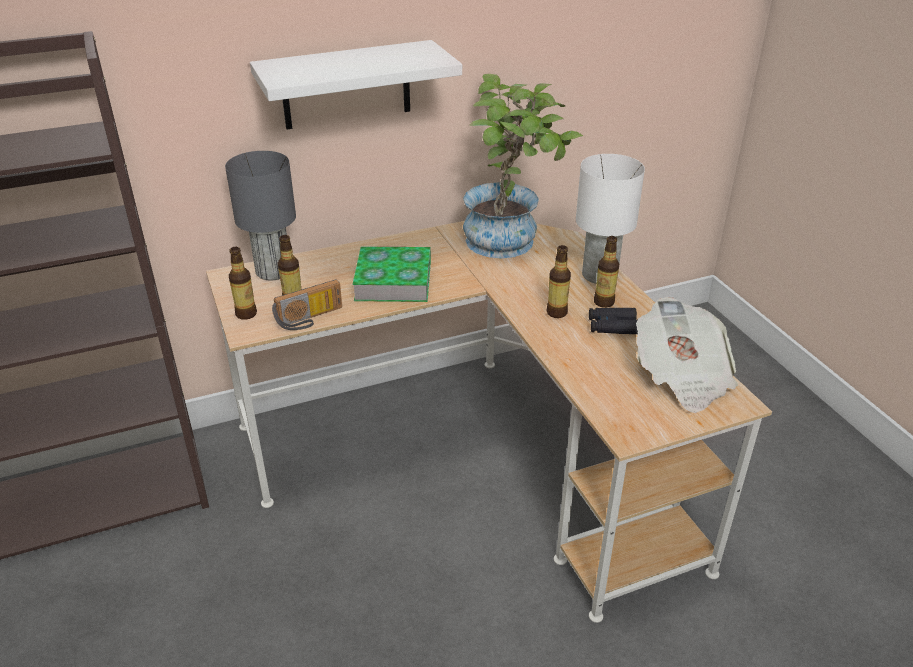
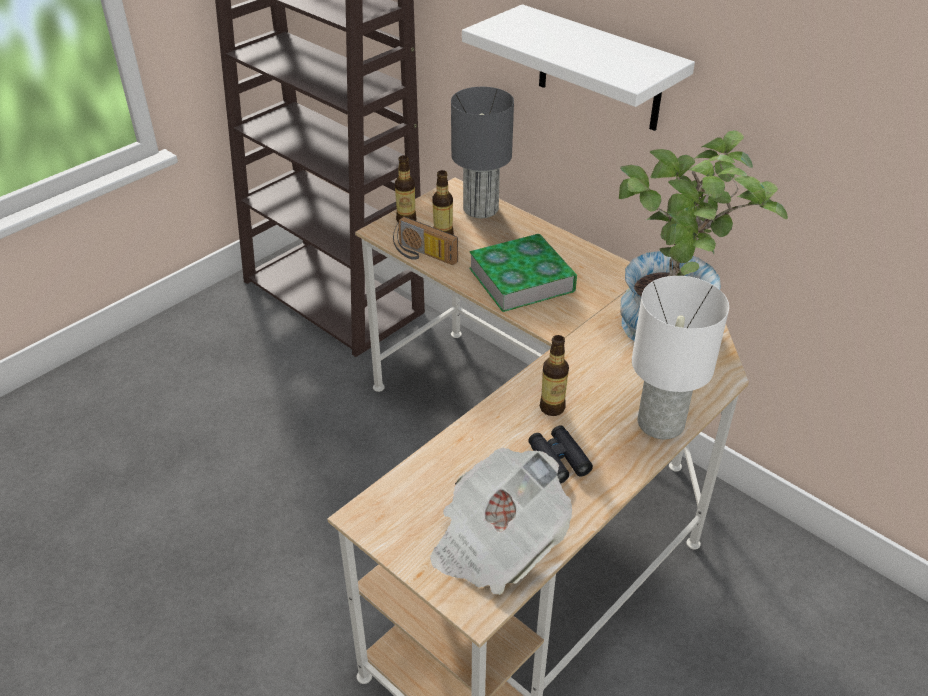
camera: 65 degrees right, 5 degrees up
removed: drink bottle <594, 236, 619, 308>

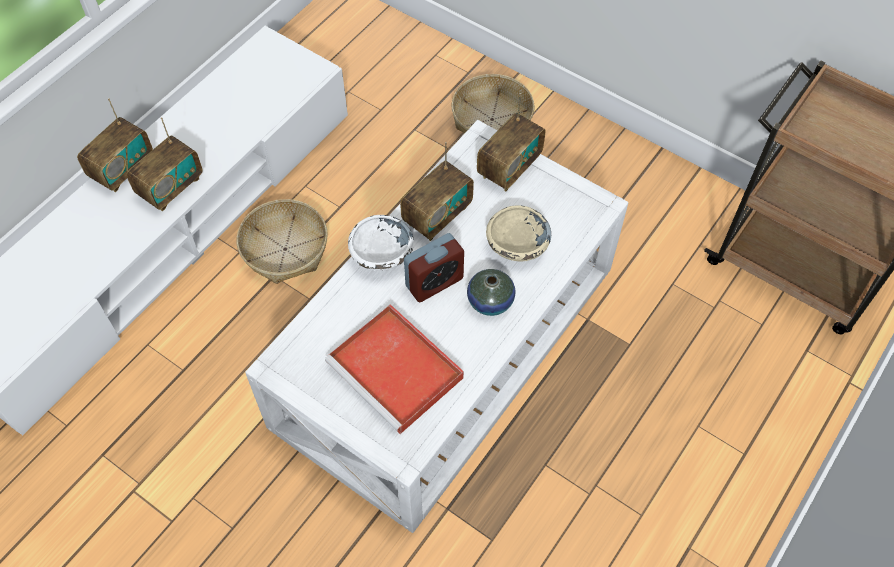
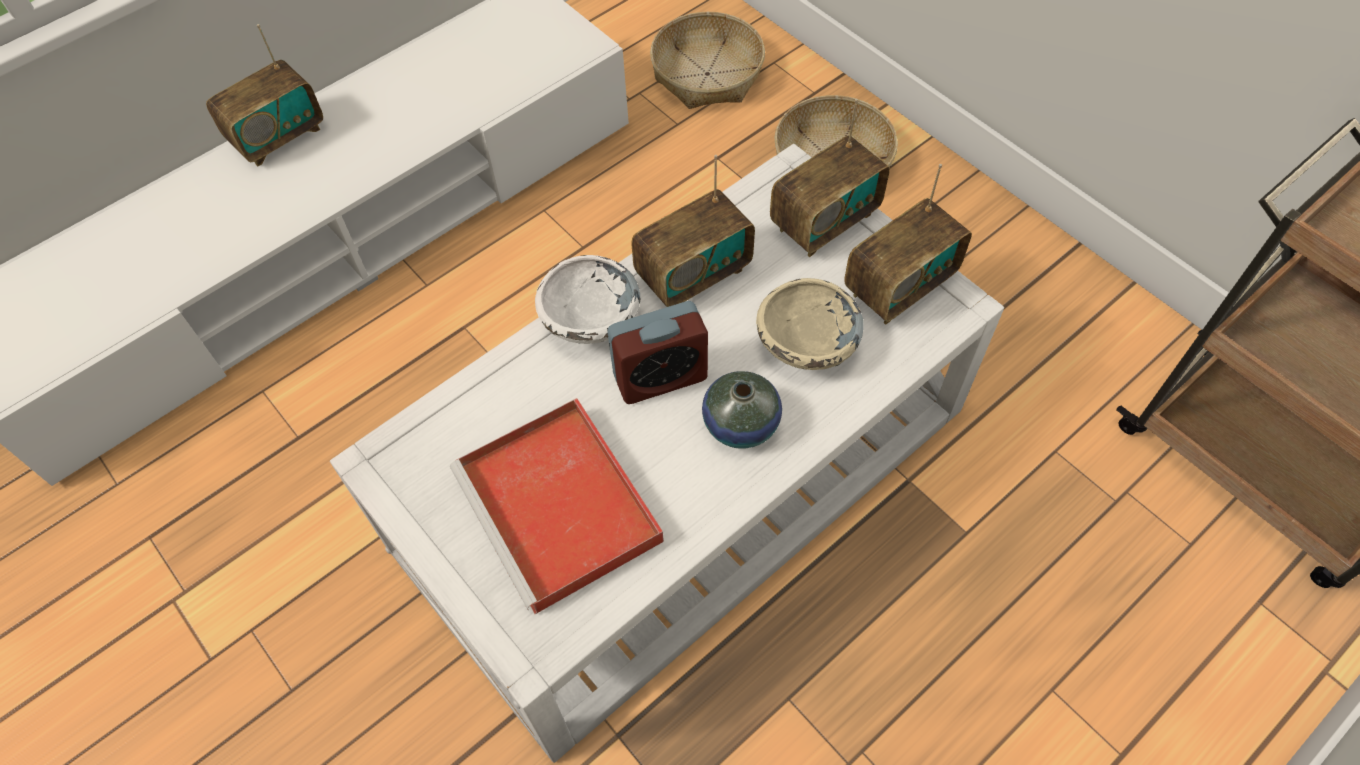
camera: 15 degrees right, 0 degrees up
moved: radio set <127, 117, 203, 212> to <845, 164, 972, 325>; basket <237, 199, 328, 284> to <650, 12, 765, 109>

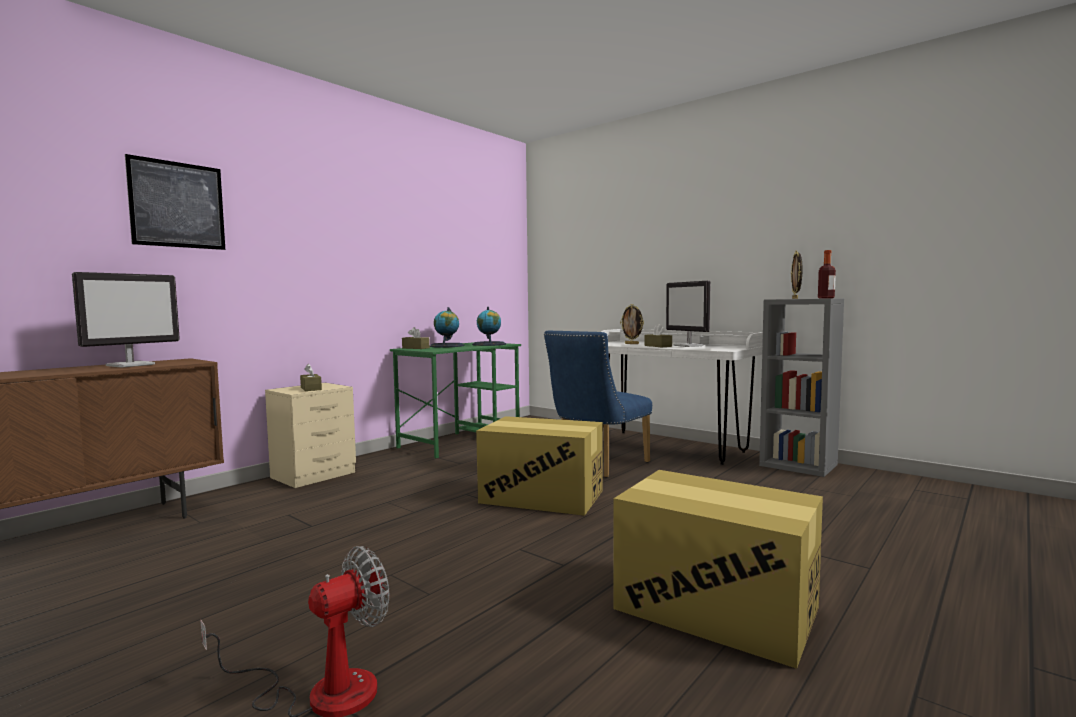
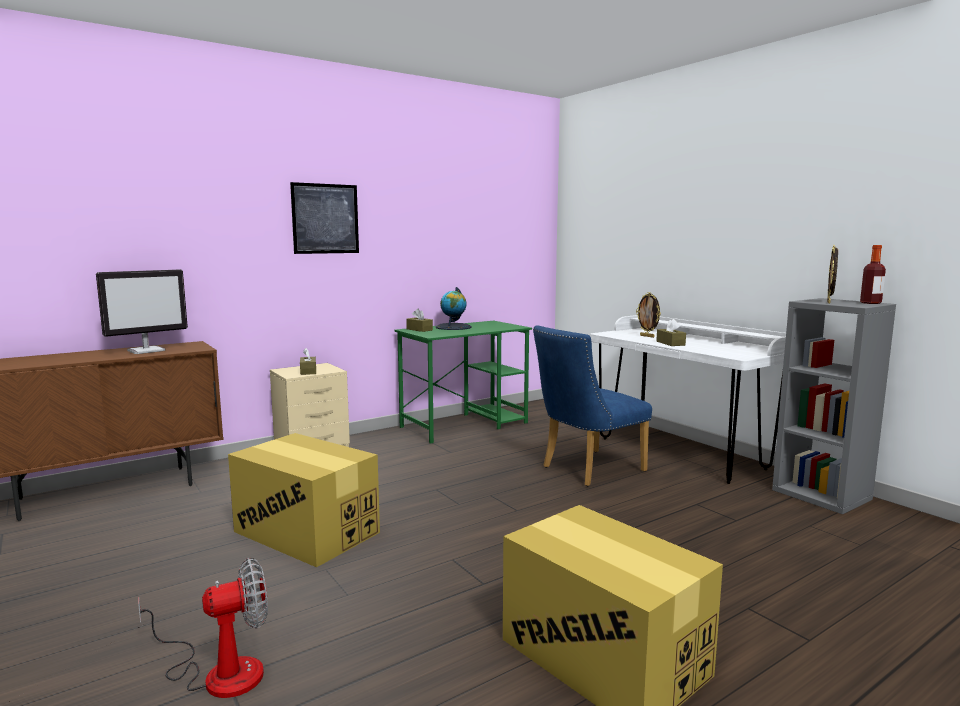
camera: 15 degrees right, 5 degrees up
removed: globe <472, 307, 506, 346>; computer screen <666, 281, 711, 347>
moved: wall art <125, 154, 225, 250> to <290, 182, 359, 254>; carton <476, 416, 603, 516> to <228, 433, 380, 567>

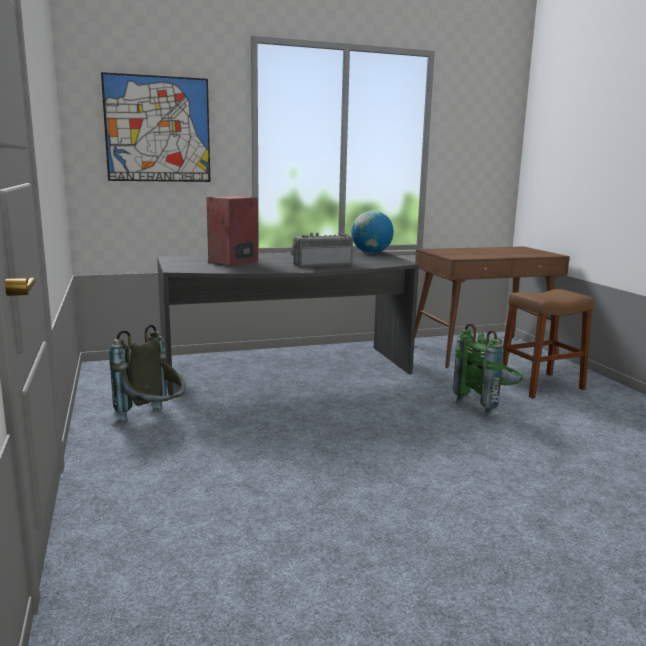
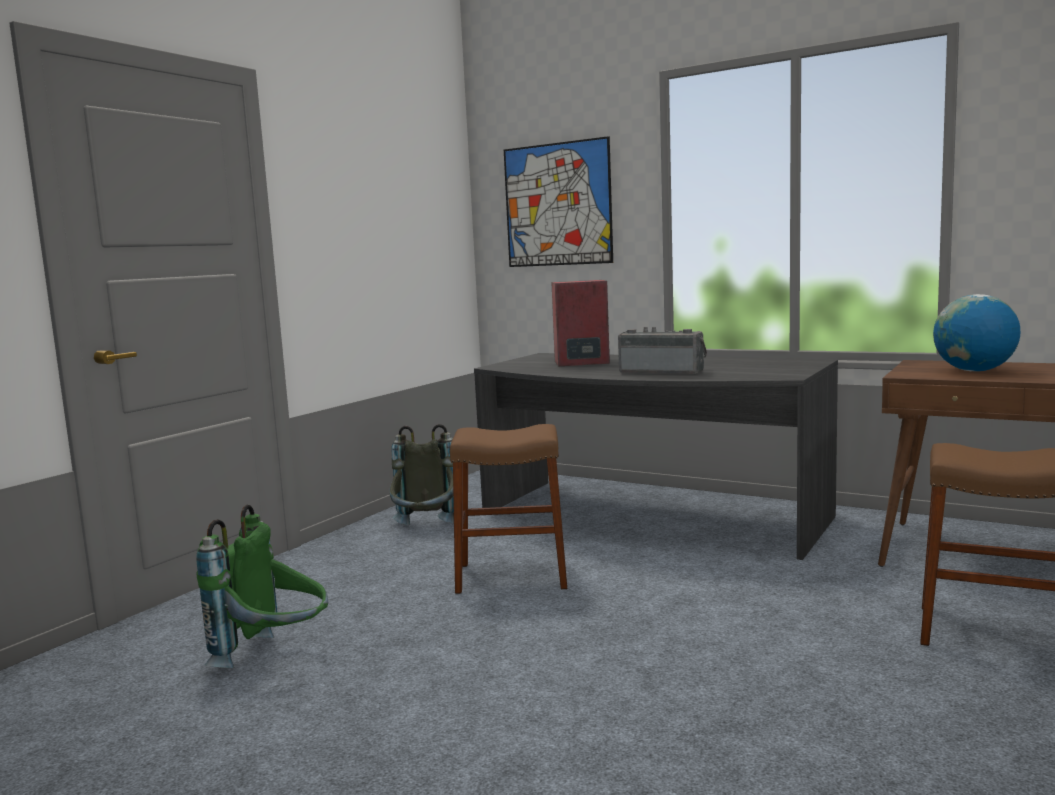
camera: 50 degrees right, 5 degrees down
added: sitting stool in brownish <450, 424, 567, 594>
moved: globe <351, 211, 394, 253> to <933, 294, 1020, 372>; backpack in greenish <453, 323, 523, 417> to <196, 505, 328, 668>

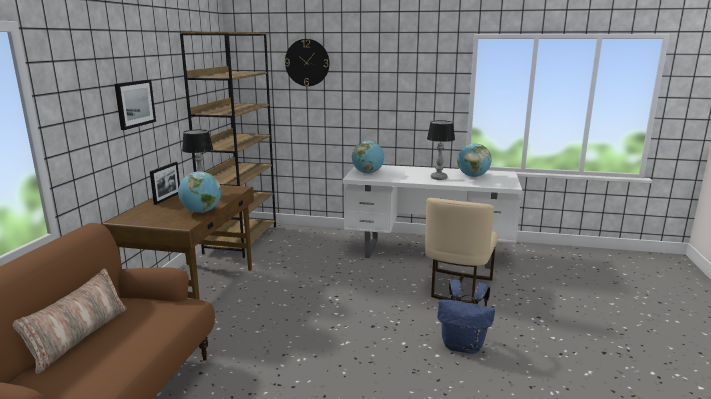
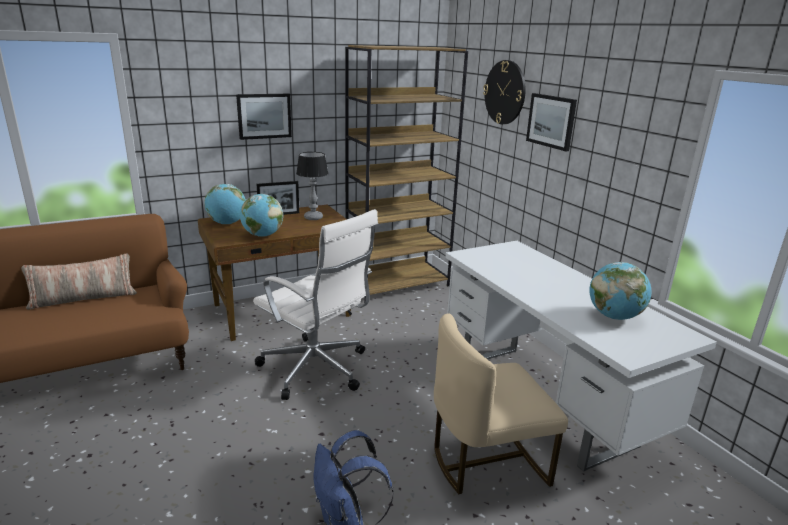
camera: 50 degrees right, 5 degrees up
removed: table lamp <427, 120, 455, 180>
added: computer chair in white <253, 209, 378, 400>; wall art <526, 93, 577, 151>
moved: globe <352, 141, 384, 174> to <204, 184, 246, 224>

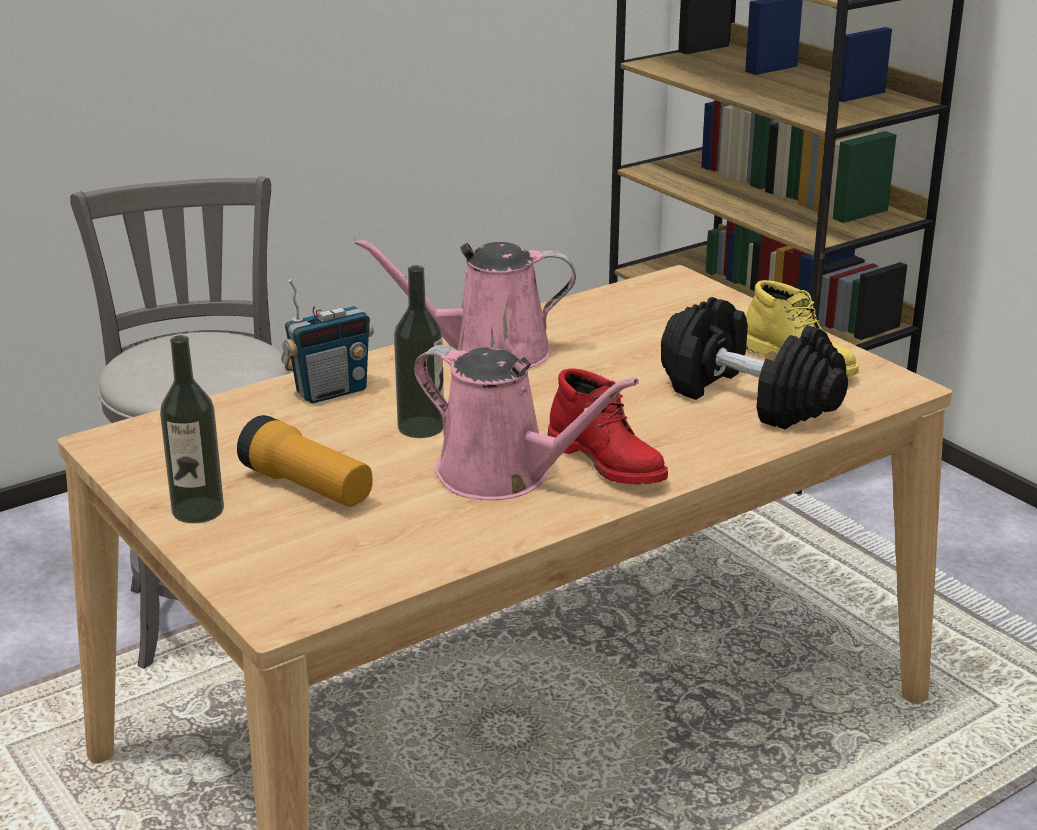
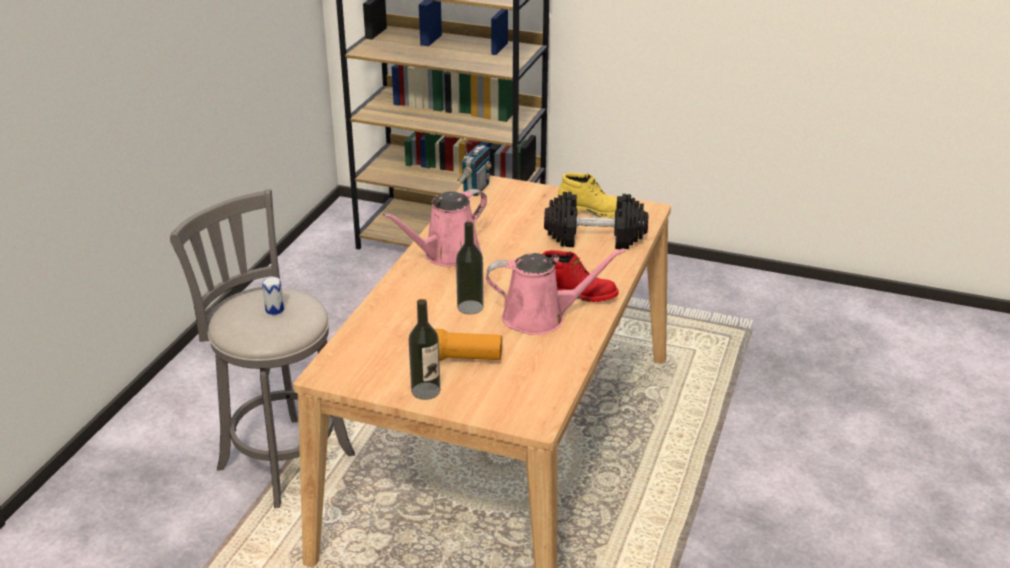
camera: 35 degrees left, 5 degrees up
added: sealed can <262, 277, 284, 315>
moved: radio set <281, 279, 374, 404> to <458, 138, 492, 196>

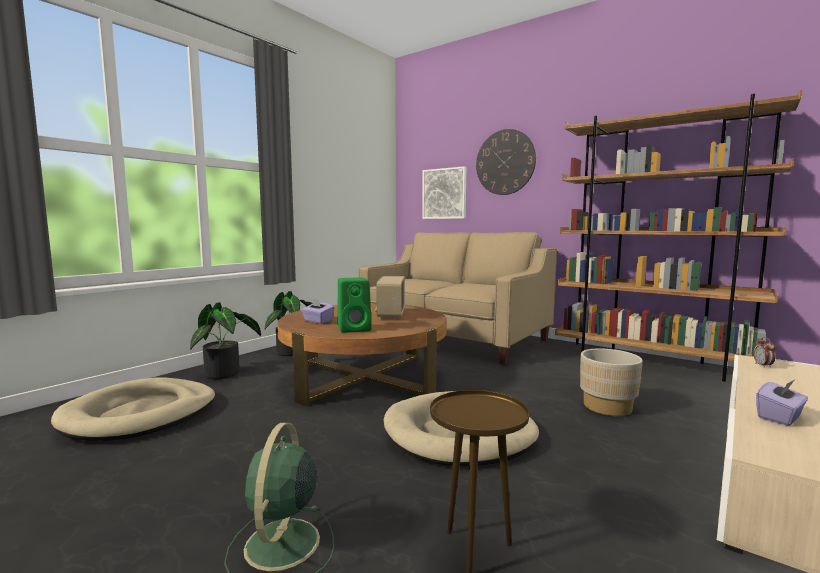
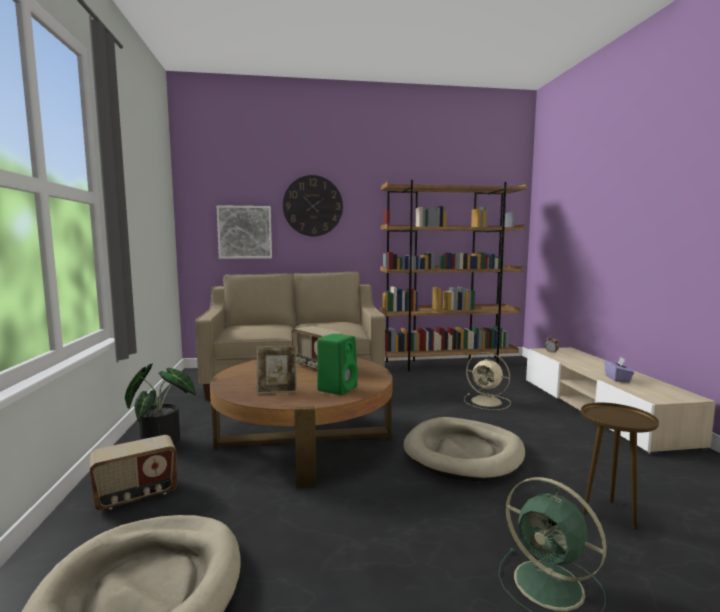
camera: 45 degrees left, 0 degrees up
replaced: plant in a pot <190, 302, 261, 379> to radio set <89, 435, 177, 510>; tissue holder in purplish <301, 298, 335, 324> to picture frame <256, 346, 297, 394>; plant pot in beige-coloured <580, 348, 643, 416> to fan in beige-coloured <464, 352, 511, 410>

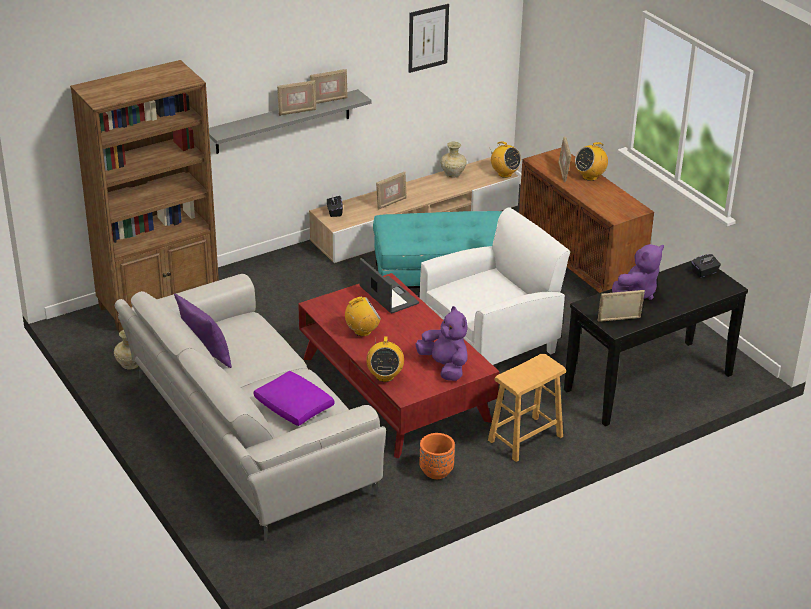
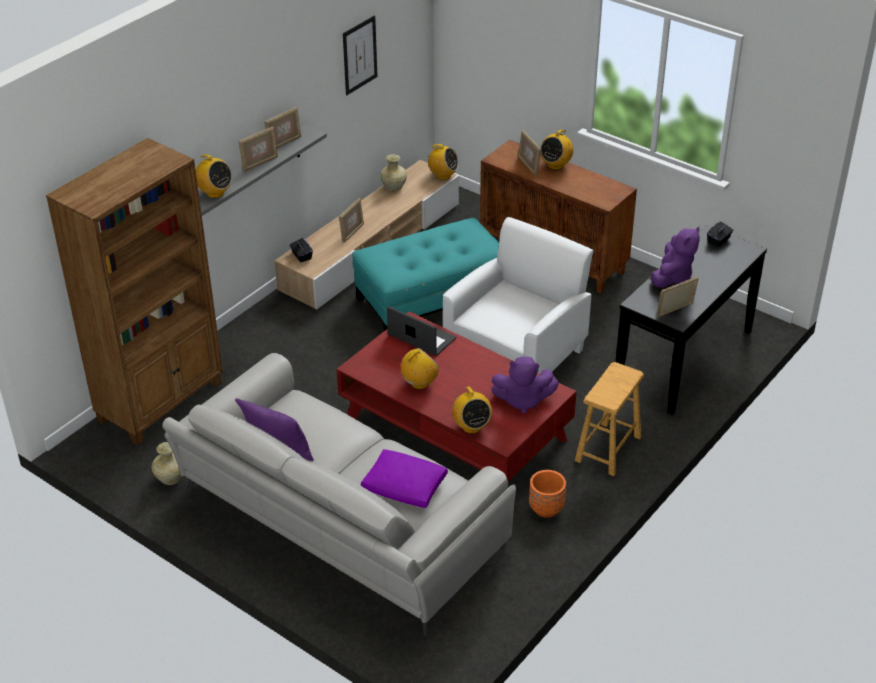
camera: 20 degrees left, 5 degrees up
added: radio set <195, 154, 232, 198>
turned: cuddly toy in purplish <416, 306, 468, 381> = <491, 356, 559, 414> 150 degrees clockwise

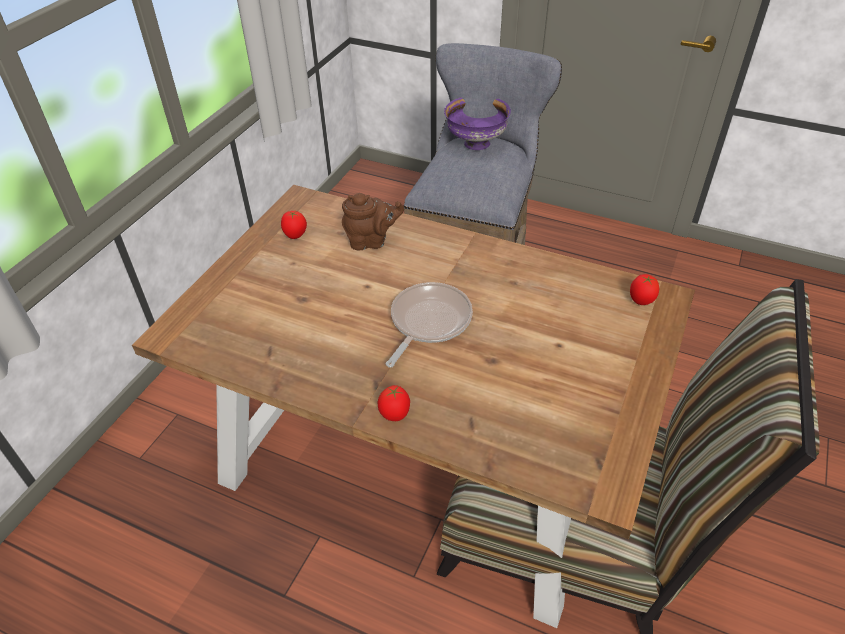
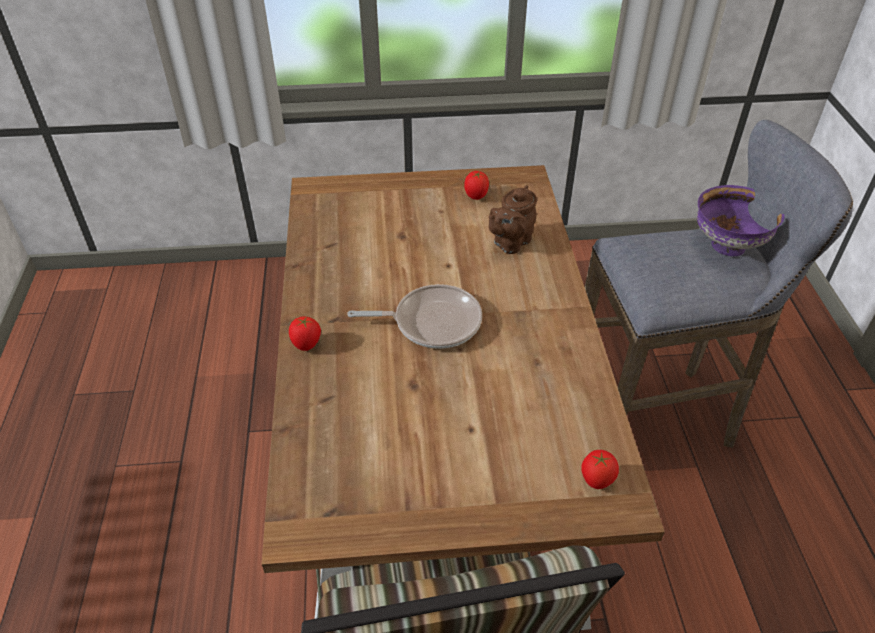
camera: 60 degrees right, 0 degrees up
turned: tea pot in brownish <342, 193, 404, 250> = <489, 185, 537, 254> 75 degrees clockwise

